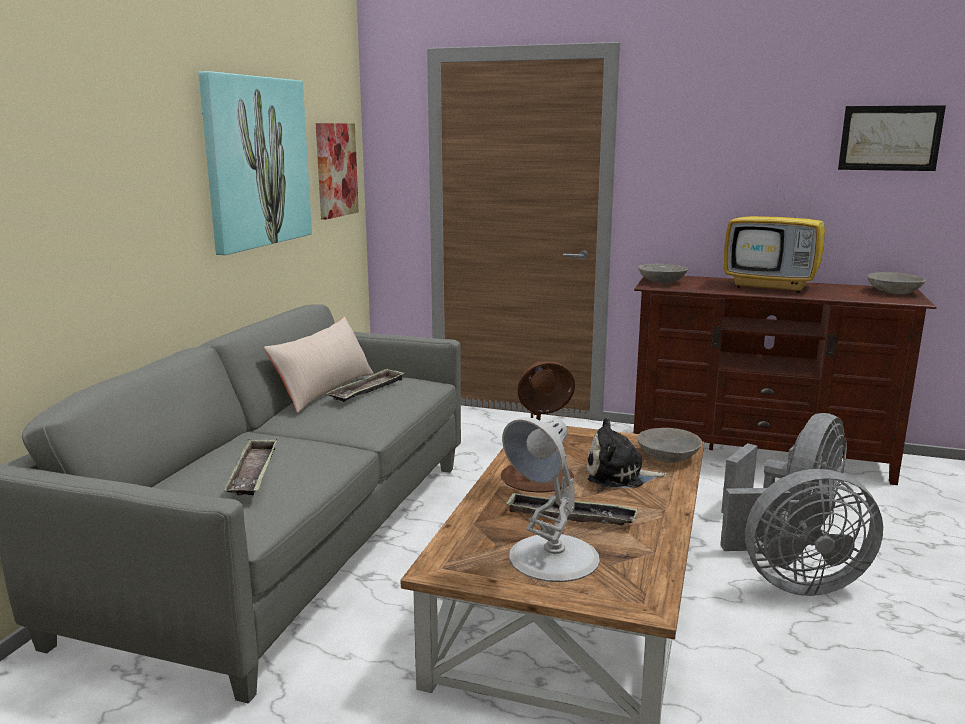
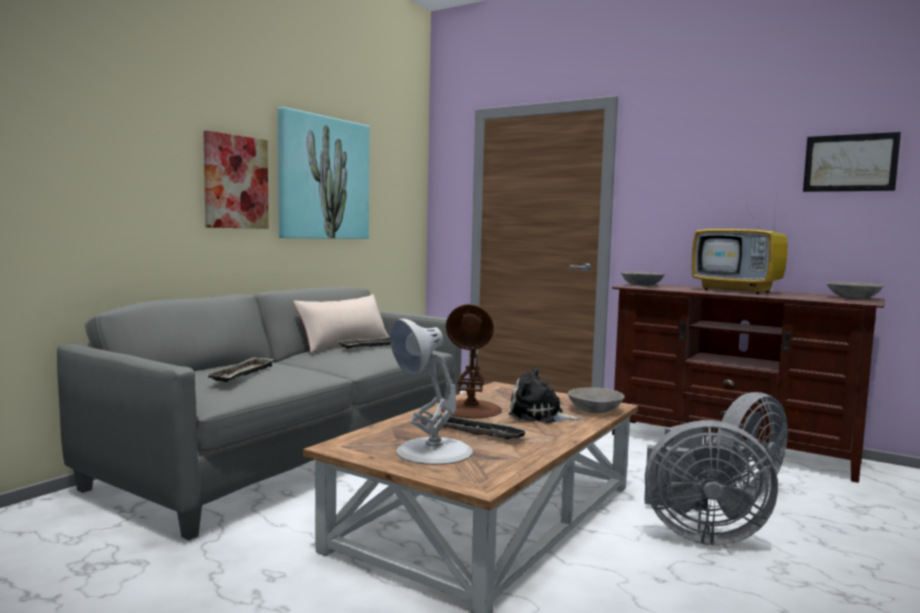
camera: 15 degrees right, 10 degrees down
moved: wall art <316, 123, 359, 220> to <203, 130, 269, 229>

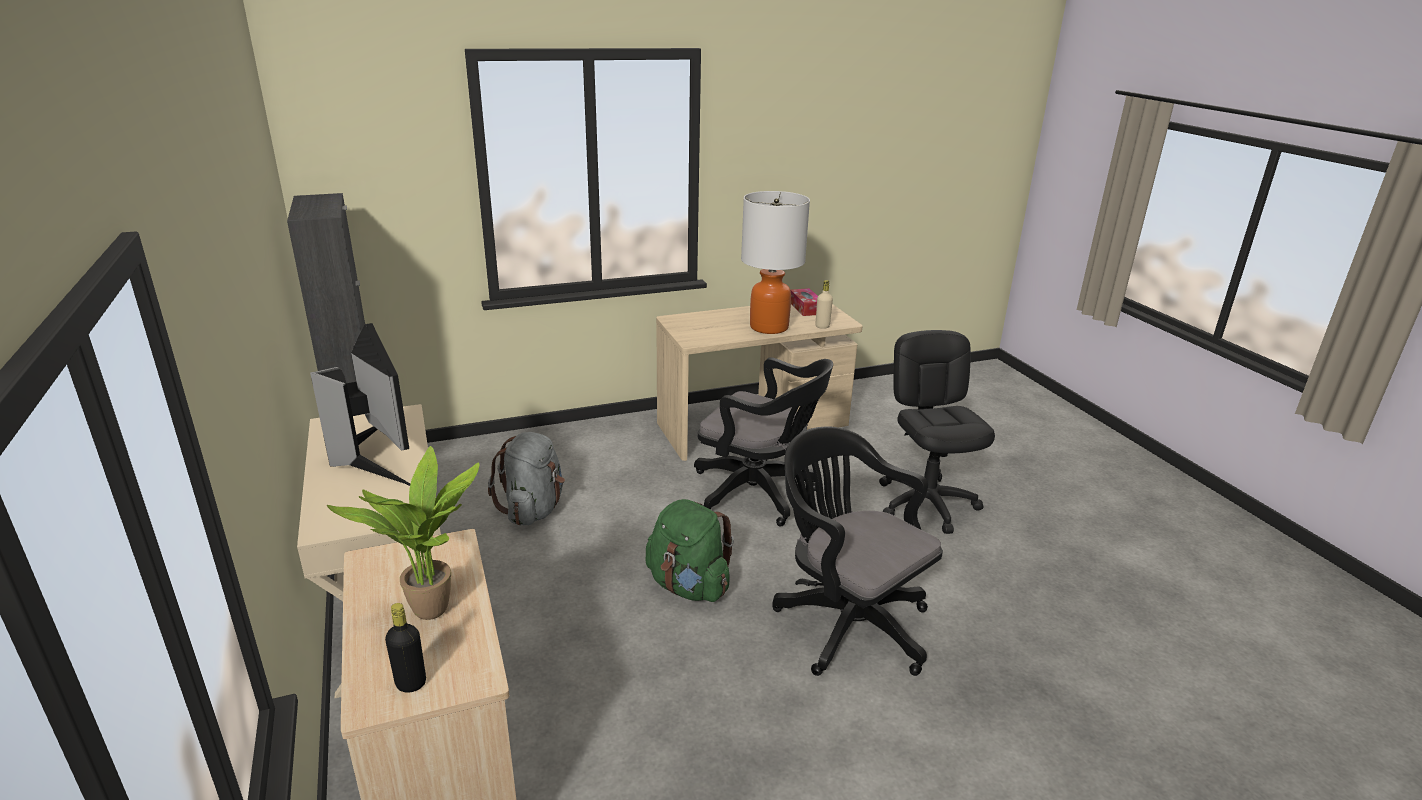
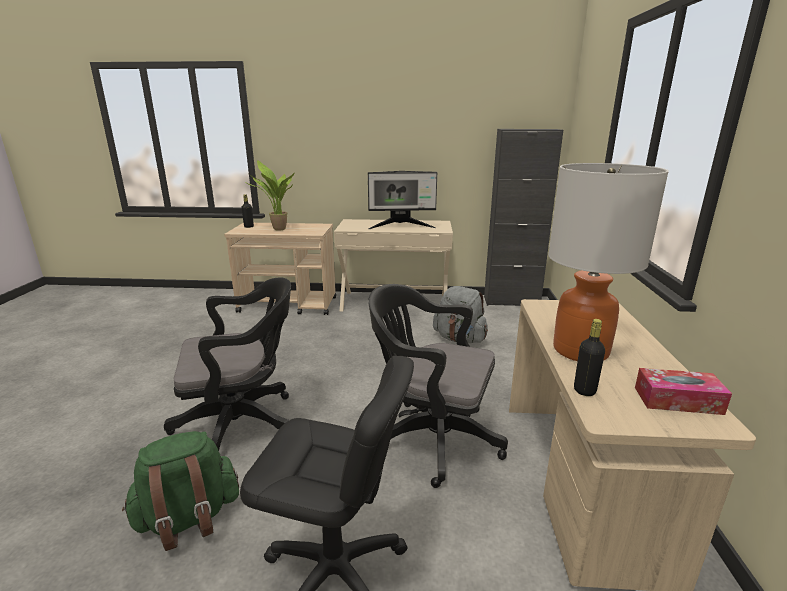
camera: 115 degrees right, 5 degrees down
moved: backpack in greenish <645, 499, 734, 602> to <122, 431, 239, 551>
recoloured: drink bottle in beige-coloured <815, 280, 833, 329> to drink bottle in blackish <574, 319, 605, 396>
turned: computer chair in blackish <694, 357, 833, 527> = <368, 284, 508, 488> 60 degrees clockwise

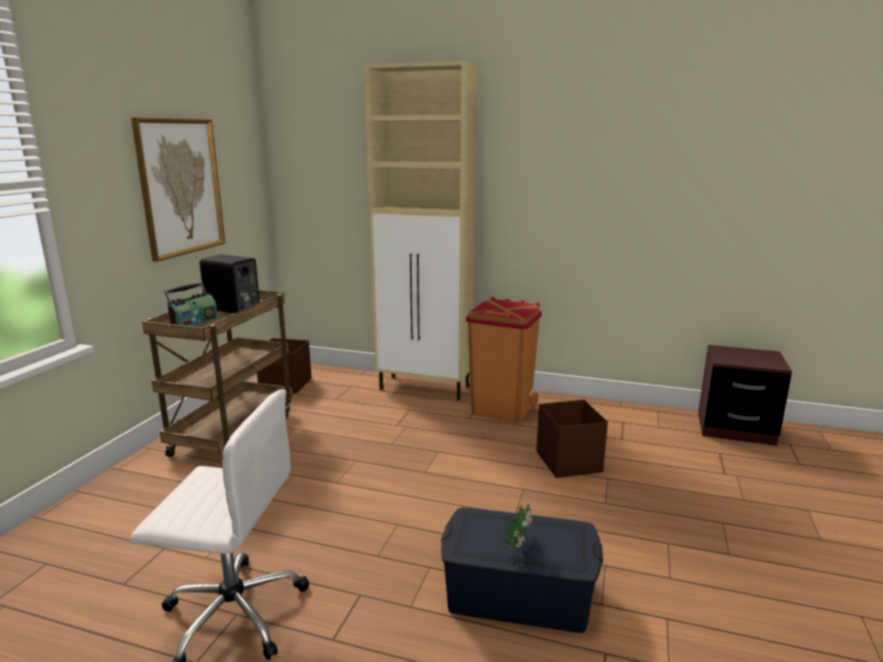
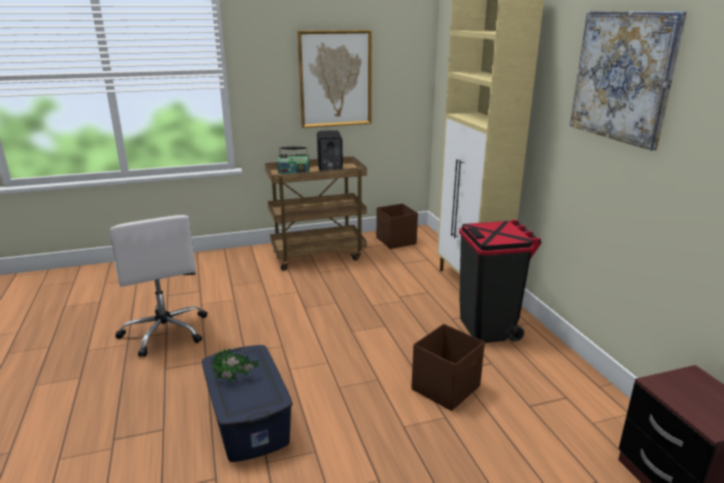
camera: 55 degrees right, 5 degrees up
added: wall art <570, 11, 687, 151>
recoloured: trash can in orange-coloured <466, 297, 542, 423> to trash can in blackish <459, 220, 542, 343>

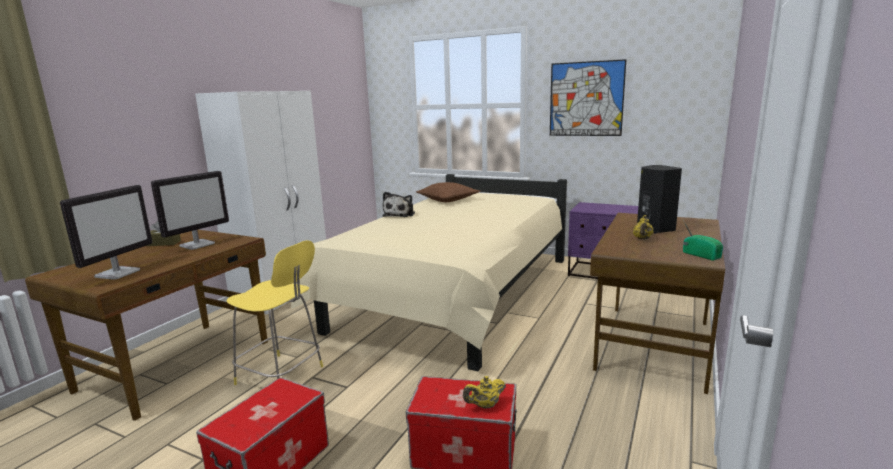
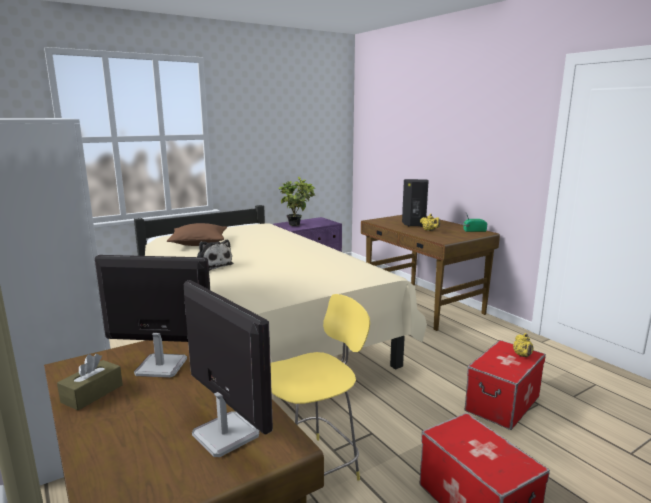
camera: 60 degrees left, 0 degrees up
removed: wall art <550, 59, 627, 136>
added: plant in a pot <278, 177, 315, 226>
turned: computer screen <151, 171, 229, 250> = <95, 255, 210, 378> 60 degrees counterclockwise

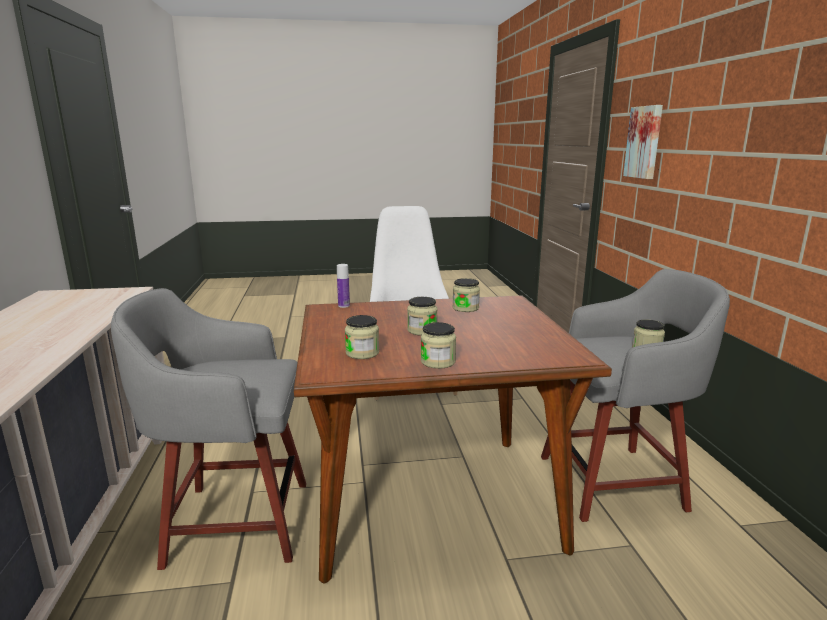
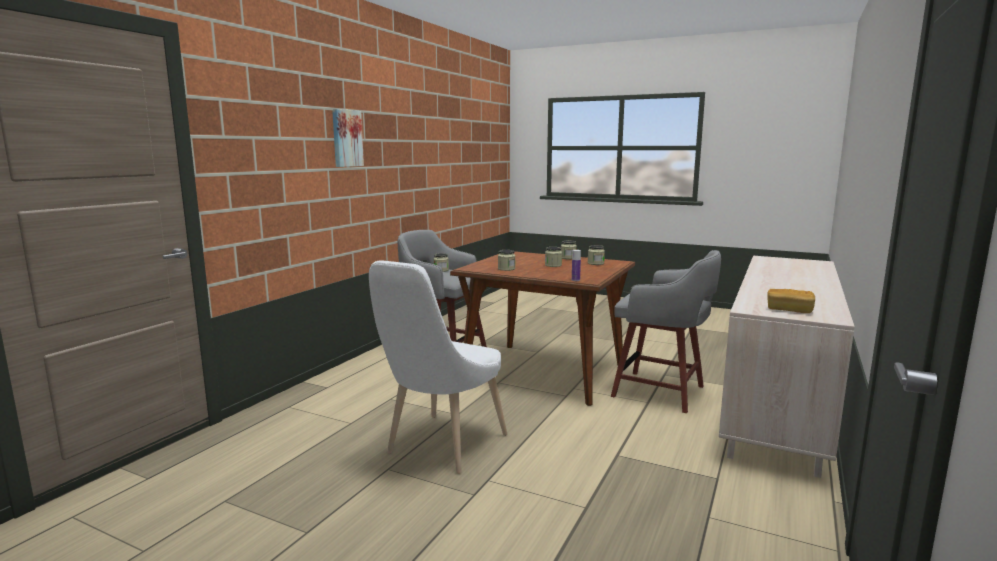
camera: 145 degrees left, 5 degrees down
added: baked bread <767, 289, 815, 313>
moved: wall art <623, 105, 663, 179> to <332, 109, 364, 167>

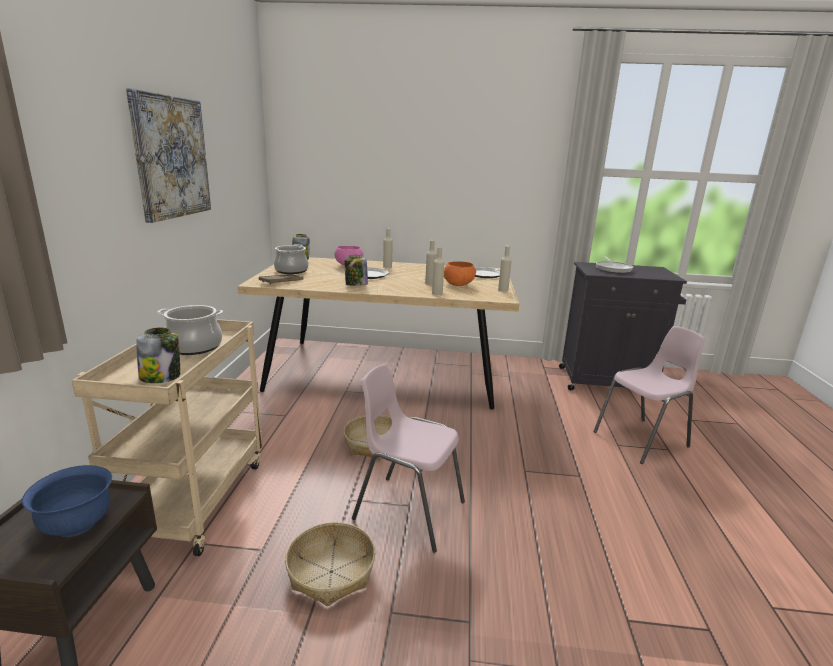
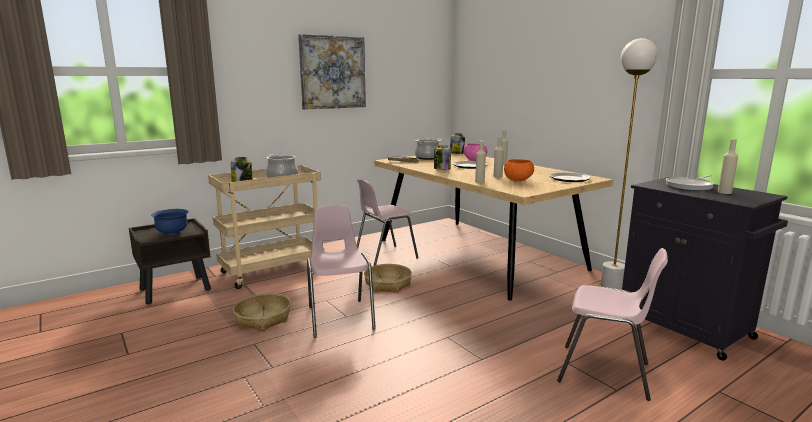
camera: 50 degrees right, 5 degrees down
added: upright chair in pink <357, 179, 419, 266>; standard lamp in white <601, 38, 658, 290>
moved: drink bottle in beige-coloured <498, 246, 512, 292> to <718, 139, 738, 194>

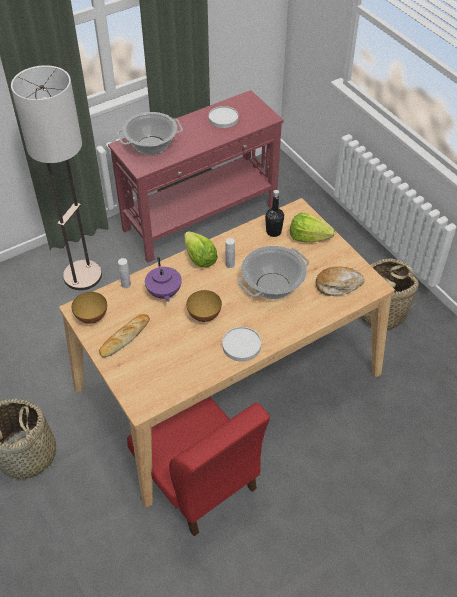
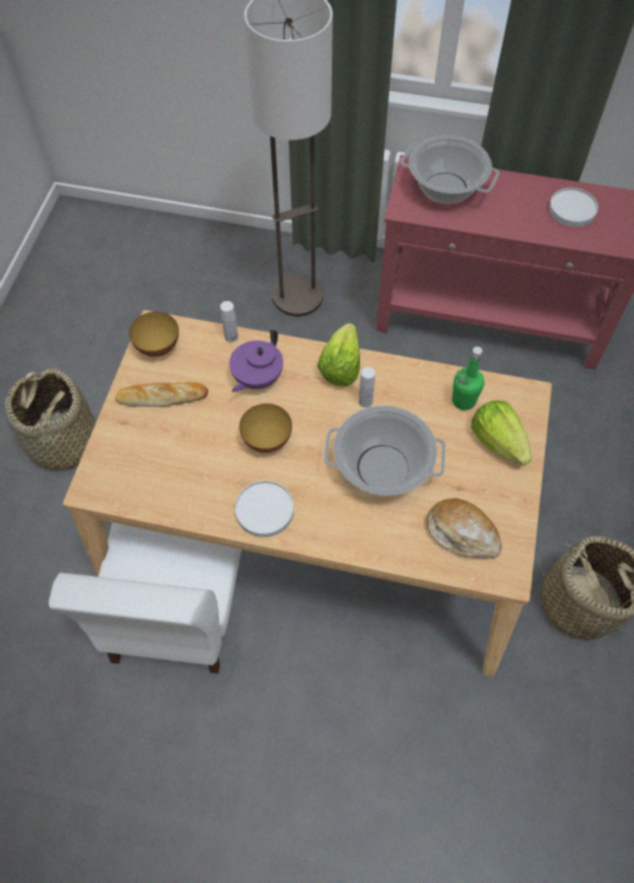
camera: 45 degrees right, 10 degrees up
recoloured: upright chair in red <127, 397, 270, 536> to upright chair in white <49, 522, 242, 674>; drink bottle in blackish <265, 190, 284, 237> to drink bottle in greenish <452, 347, 485, 410>

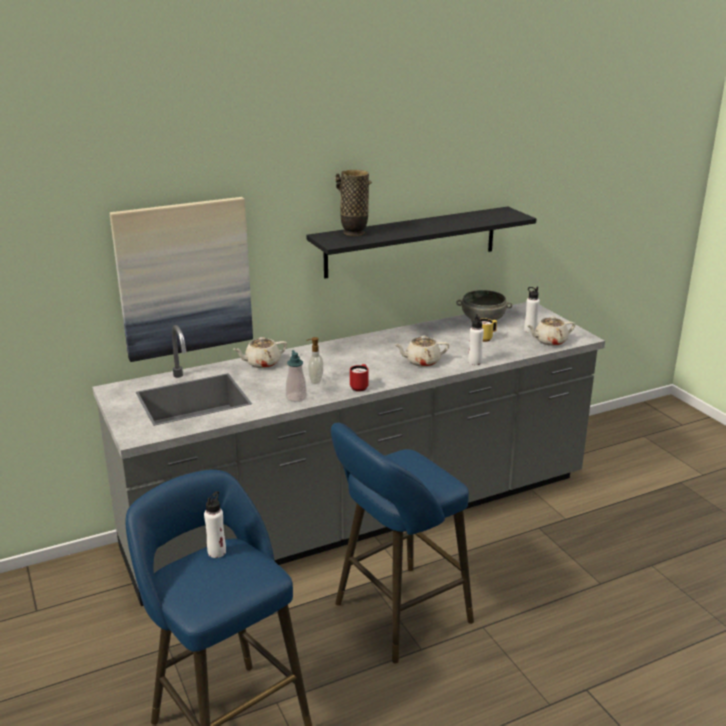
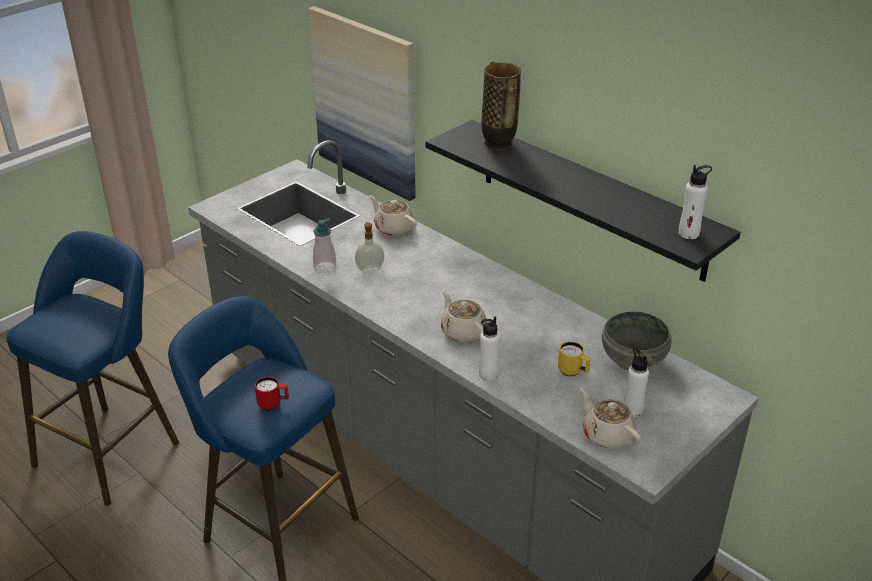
camera: 70 degrees right, 10 degrees up
moved: drink bottle in white <204, 491, 226, 558> to <678, 165, 712, 239>; tea mug in red <350, 364, 369, 392> to <255, 376, 289, 411>

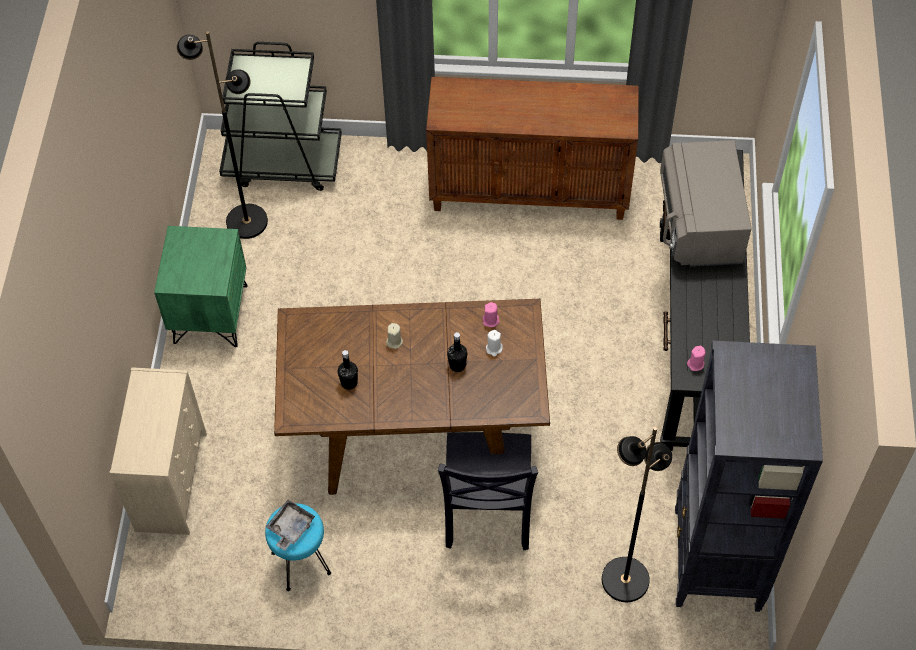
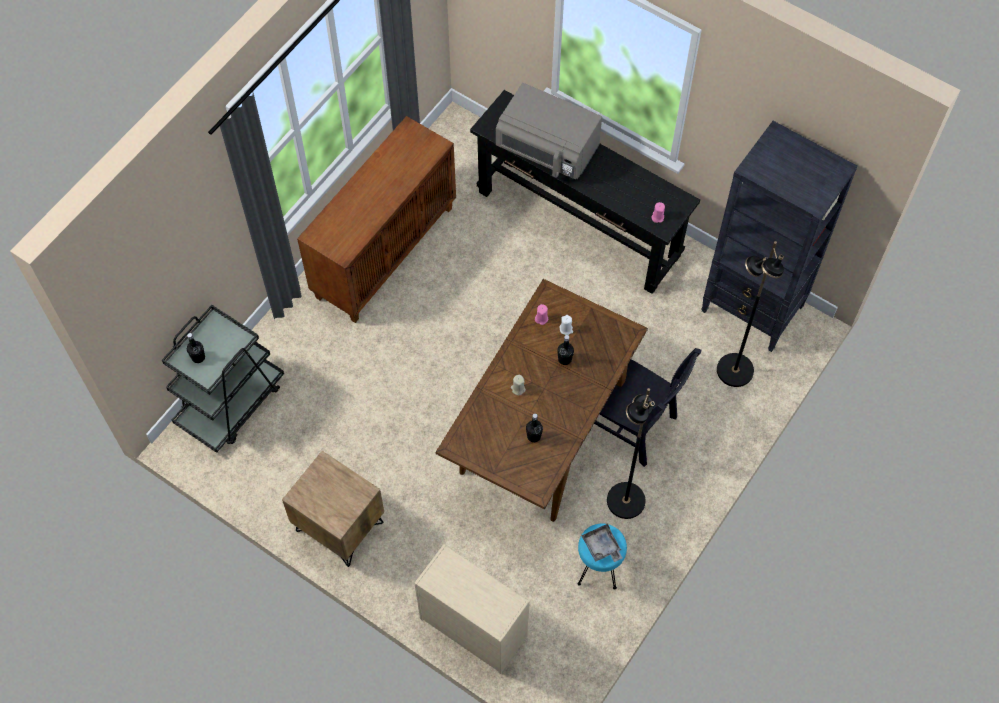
camera: 60 degrees left, 5 degrees up
added: drink bottle in blackish <187, 333, 205, 363>
moved: standard lamp in blackish <177, 32, 268, 239> to <607, 388, 655, 519>
recoloured: nightstand in greenish <154, 226, 247, 347> to nightstand in brownish <282, 451, 384, 567>

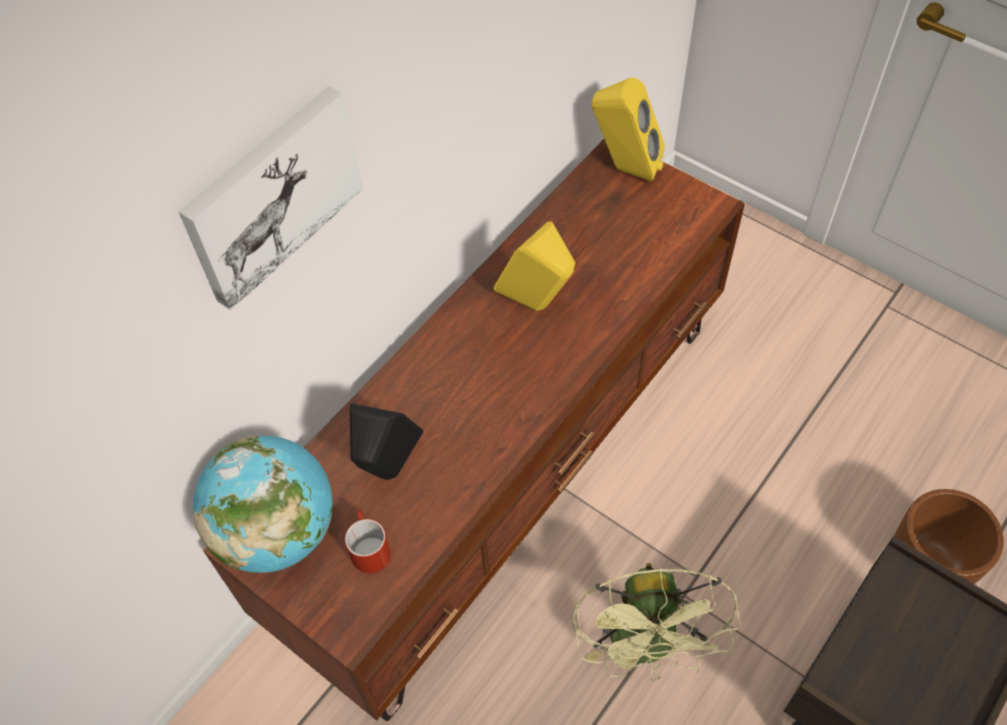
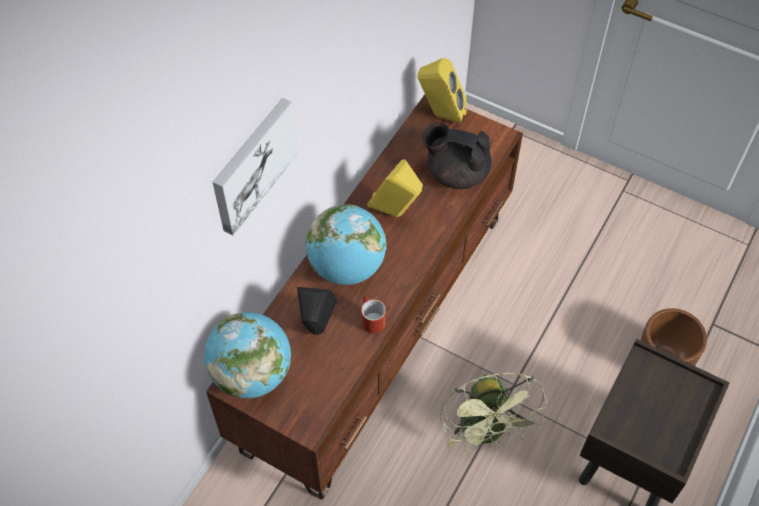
camera: 10 degrees left, 0 degrees up
added: globe <306, 205, 387, 285>; tea pot in blackish <422, 122, 491, 189>
moved: tea mug in red <345, 510, 391, 574> to <361, 296, 386, 334>

